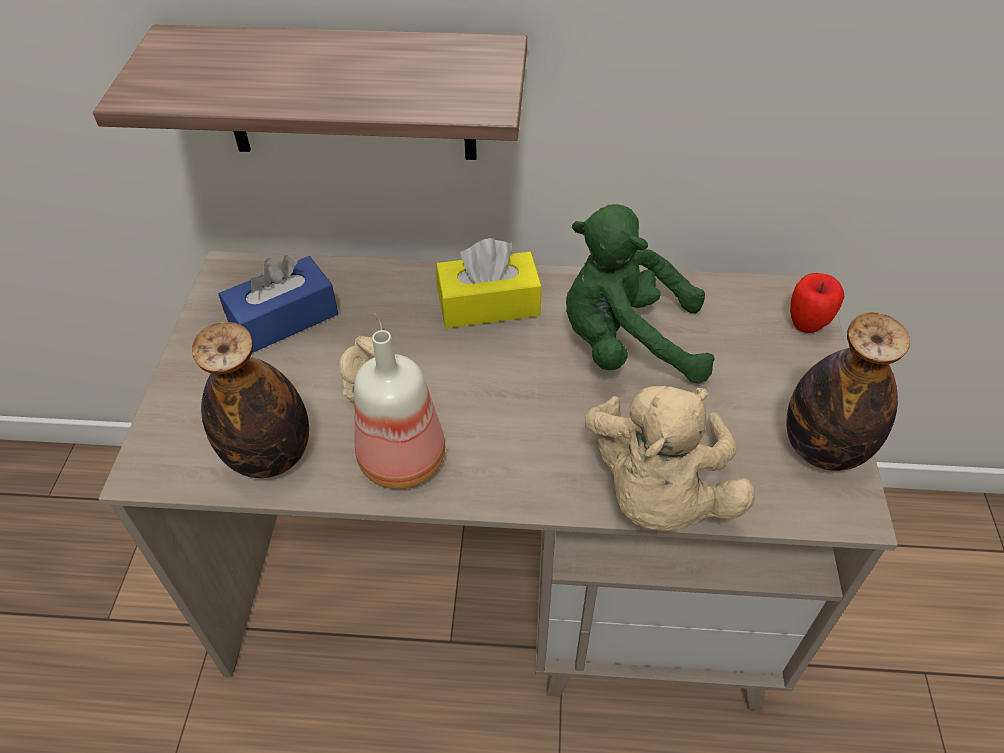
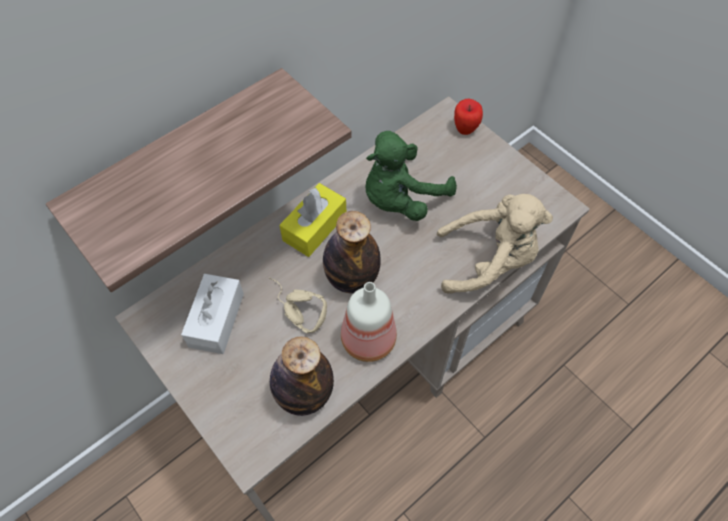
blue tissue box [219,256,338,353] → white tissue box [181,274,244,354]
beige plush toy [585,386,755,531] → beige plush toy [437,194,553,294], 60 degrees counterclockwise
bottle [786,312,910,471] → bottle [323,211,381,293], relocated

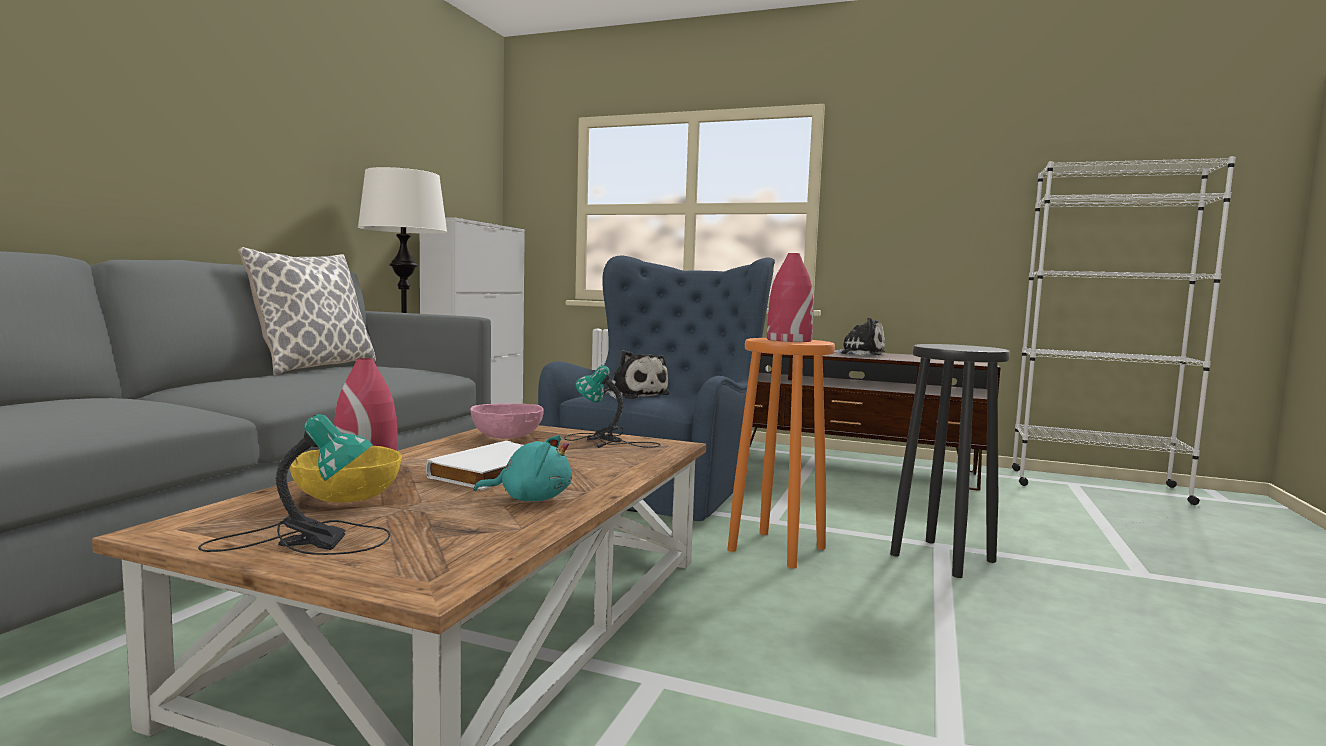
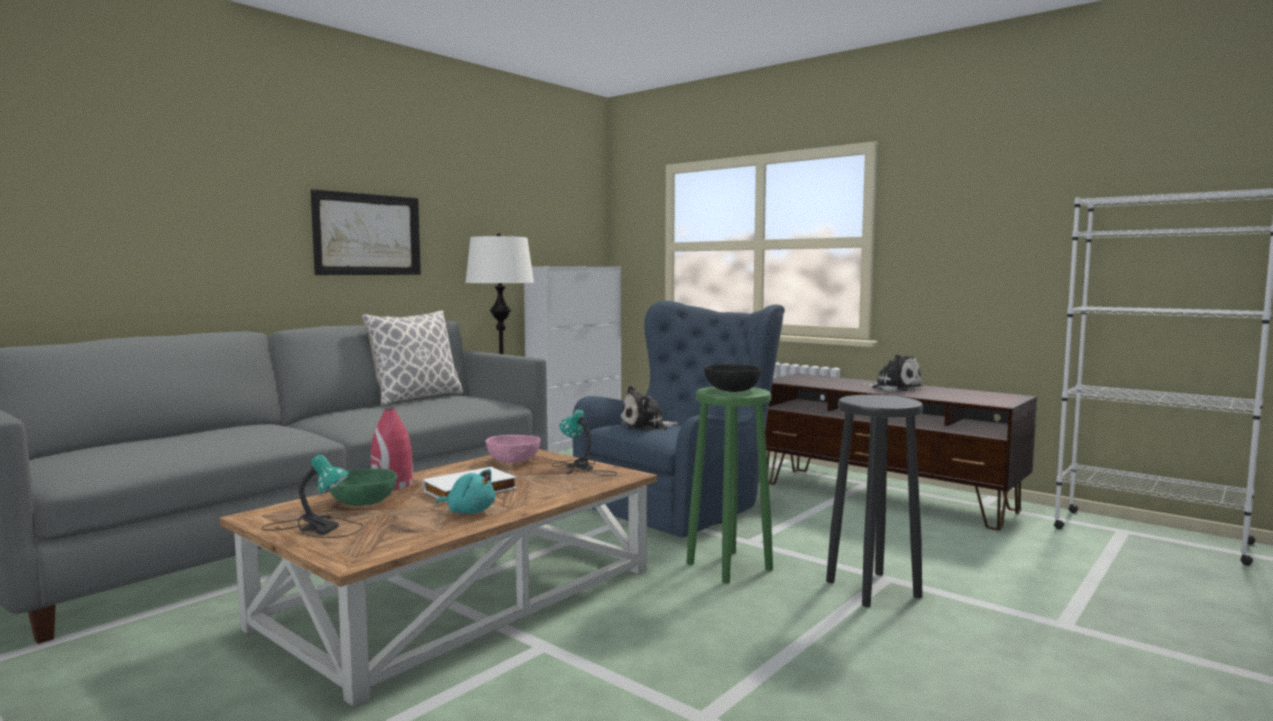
yellow bowl [290,446,402,503] → green bowl [329,468,397,506]
plush toy [604,350,670,399] → plush toy [619,386,679,431], 90 degrees clockwise
orange stool [728,338,835,569] → green stool [686,387,773,583]
red vase [767,253,814,342] → black bowl [704,364,762,392]
- → picture [311,189,421,275]

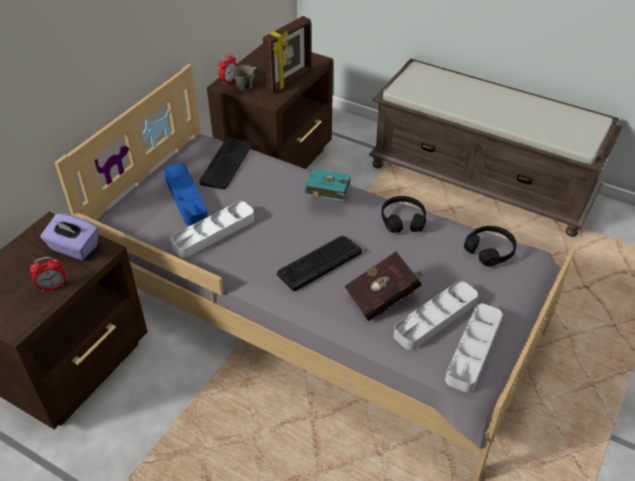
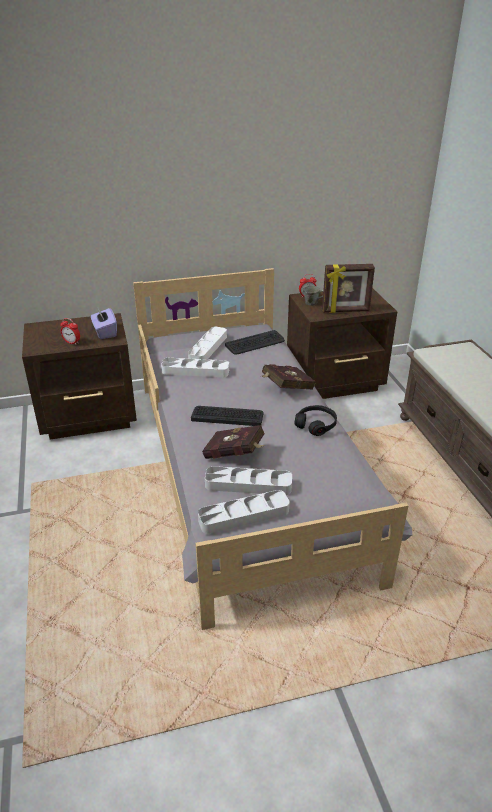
blue tray [164,163,208,226] → white tray [188,326,227,359]
turquoise book [304,169,351,201] → red book [261,364,316,390]
black headphones [464,226,517,267] → -

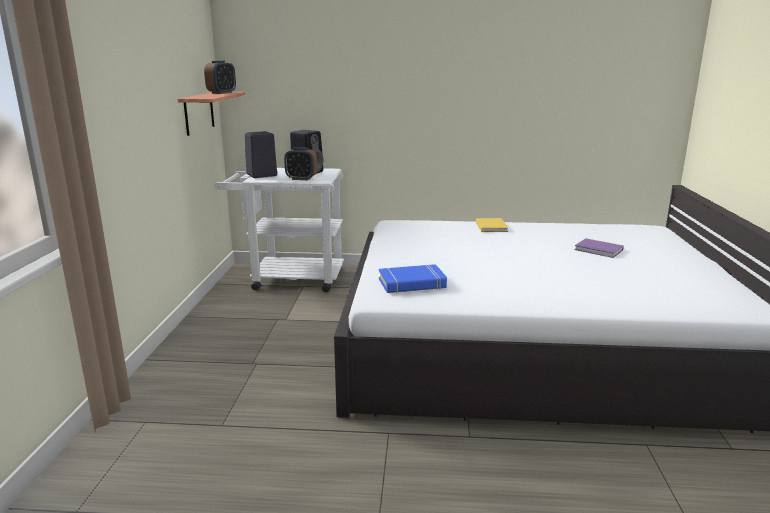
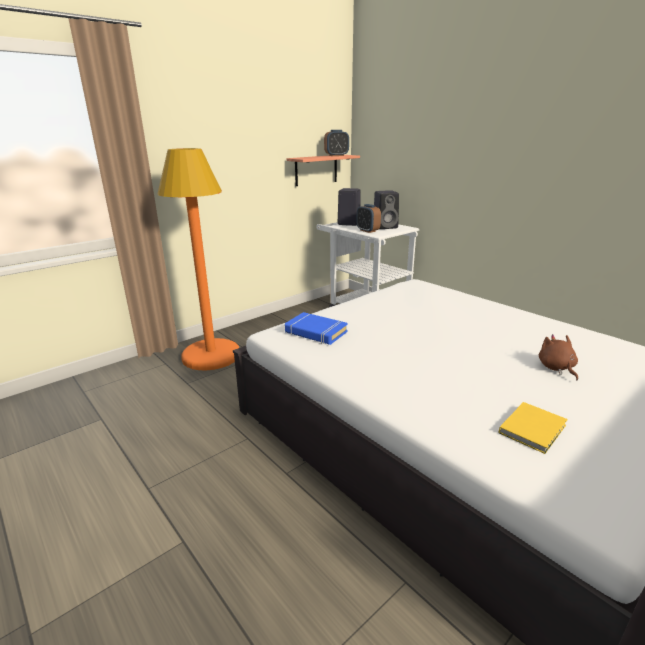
yellow book [476,218,508,232] → yellow book [499,402,568,454], relocated
purple book [574,238,624,258] → brown plush toy [539,334,578,381]
- → orange floor lamp [158,148,239,370]

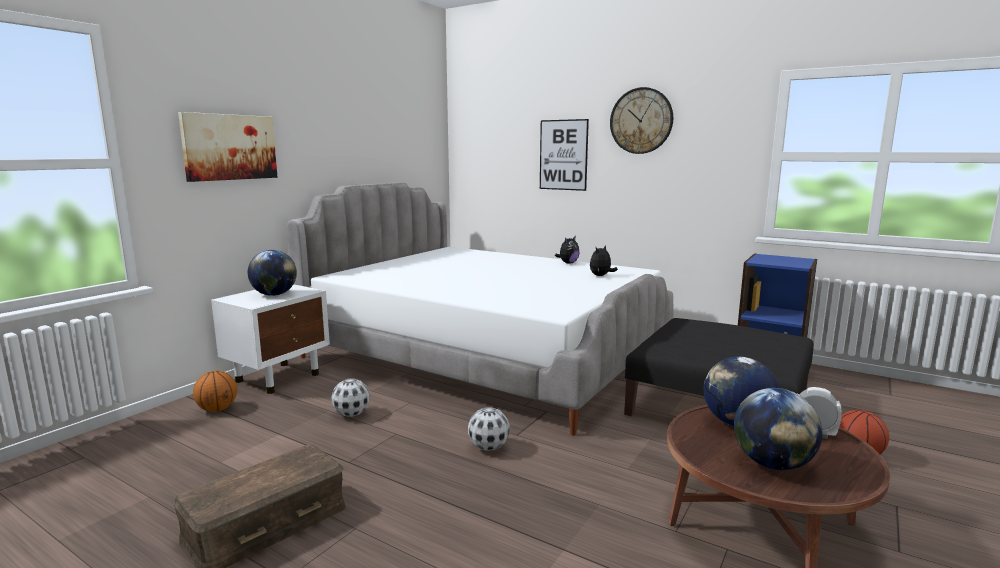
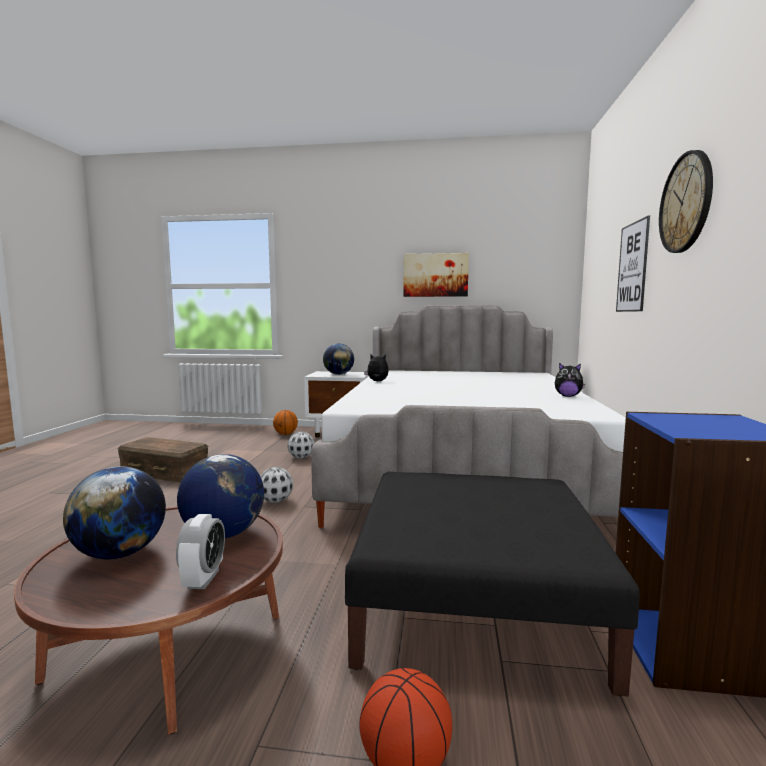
picture [178,112,278,182] → picture [403,253,469,297], relocated
plush toy [590,245,618,276] → plush toy [364,354,389,381], relocated

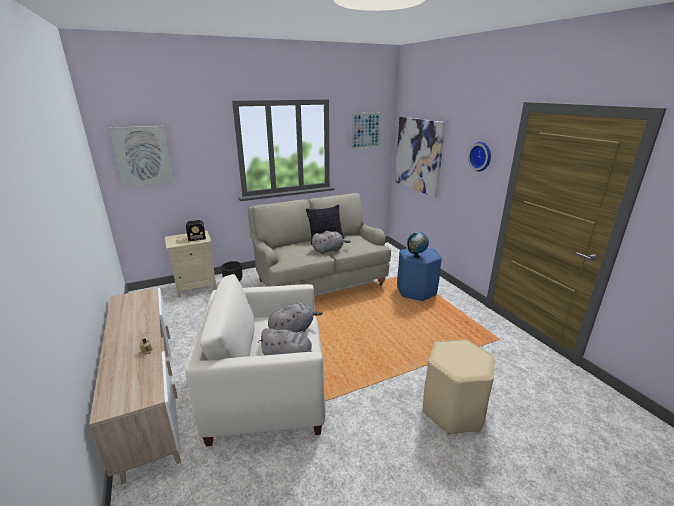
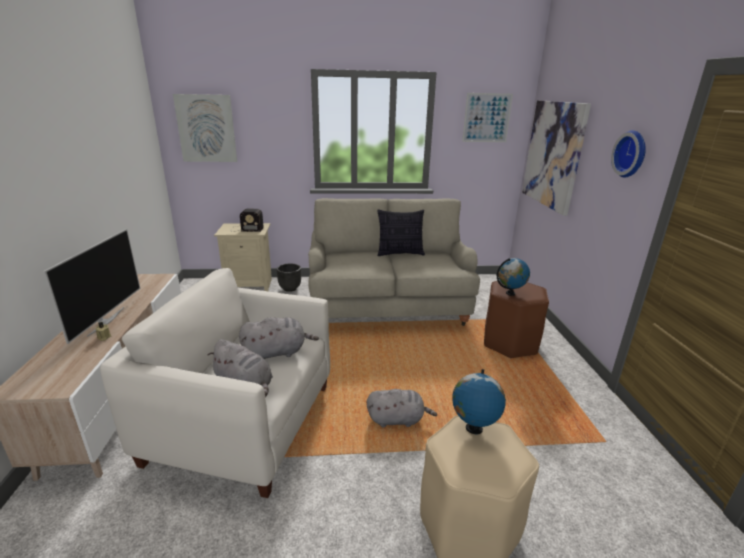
grey plush toy [312,231,351,254] → grey plush toy [367,389,437,428], relocated
blue stool [397,248,442,301] → brown stool [484,281,549,358]
- → television [43,229,141,344]
- → globe [452,369,506,434]

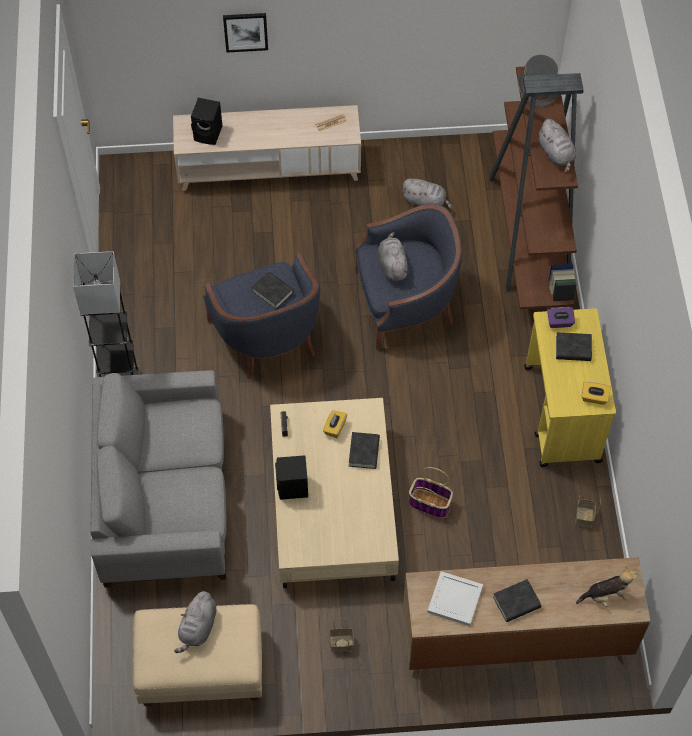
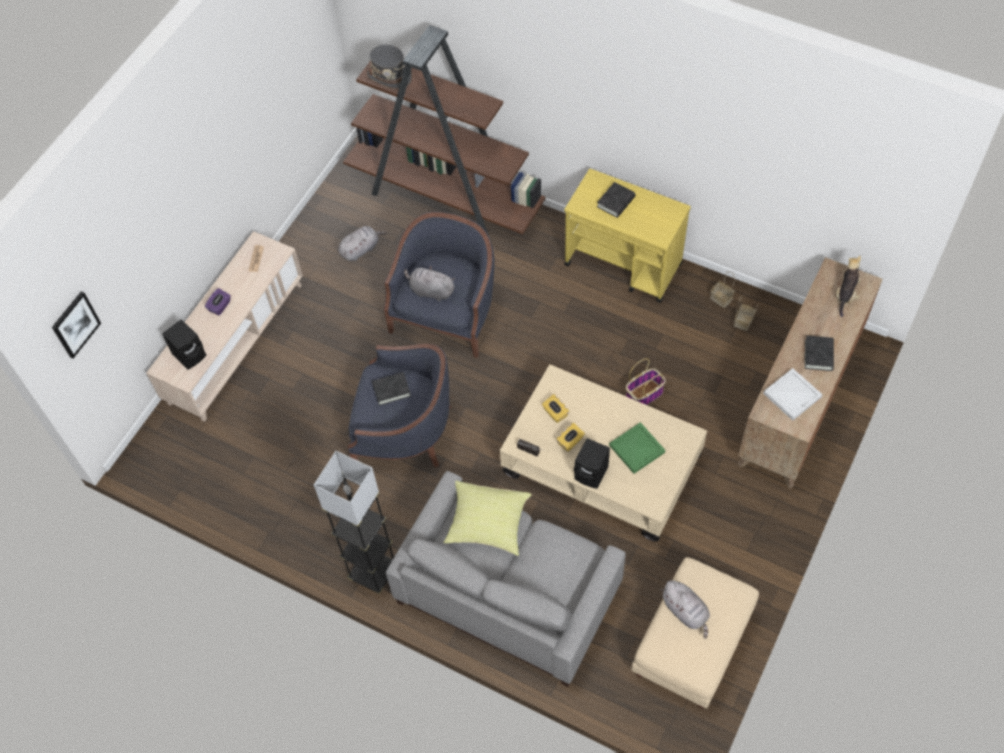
picture [223,13,268,53] → picture [52,291,101,358], relocated
basket [329,618,354,652] → basket [734,297,759,331], relocated
black book [349,432,380,469] → -
grey plush toy [537,118,576,173] → -
purple tissue box [547,307,575,328] → purple tissue box [205,288,231,315], relocated
yellow tissue box [581,382,611,405] → yellow tissue box [556,423,585,451], relocated
- → yellow pillow [443,481,532,556]
- → green tray [609,422,665,474]

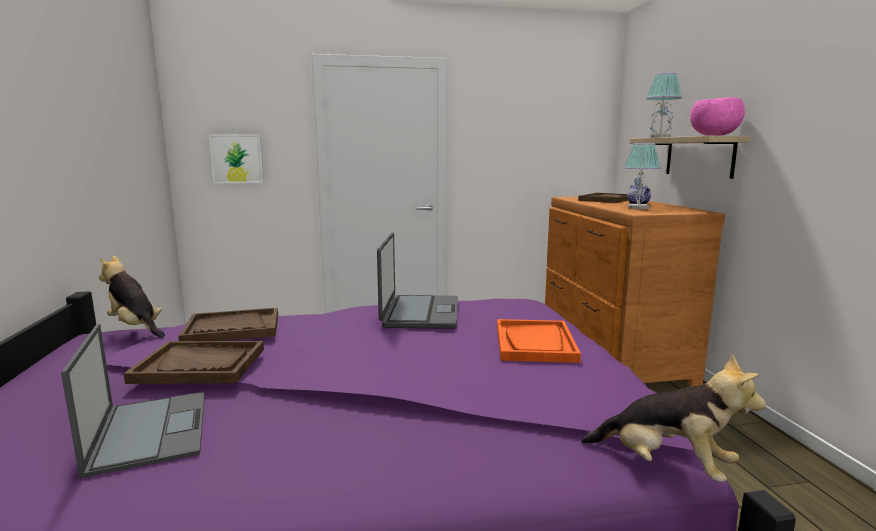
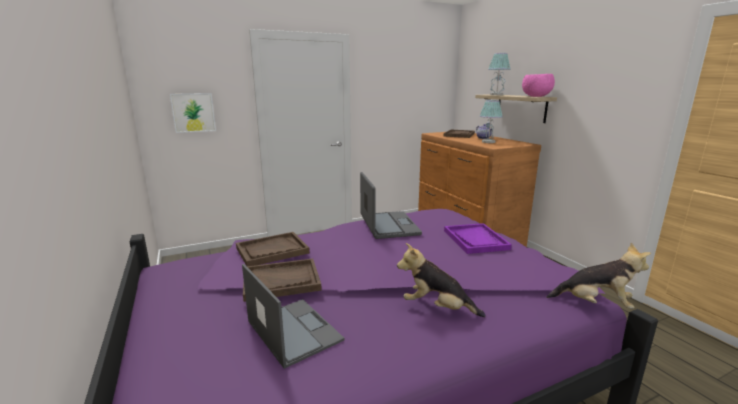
plush toy [99,256,165,338] → plush toy [397,243,485,317], relocated
orange tray [497,319,581,363] → purple tray [444,223,512,254]

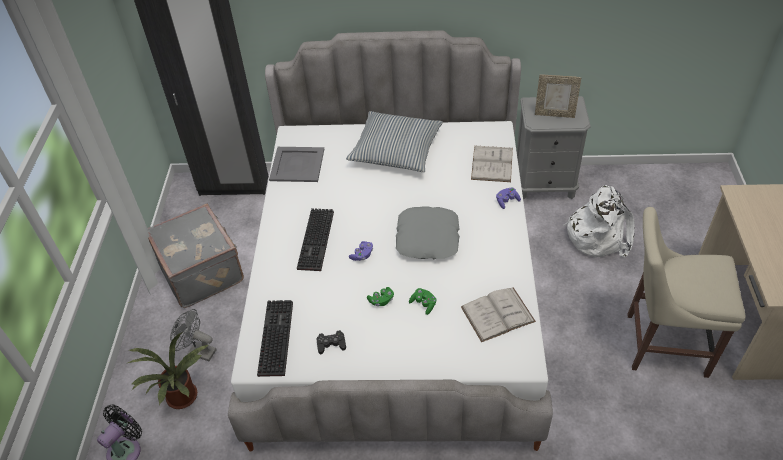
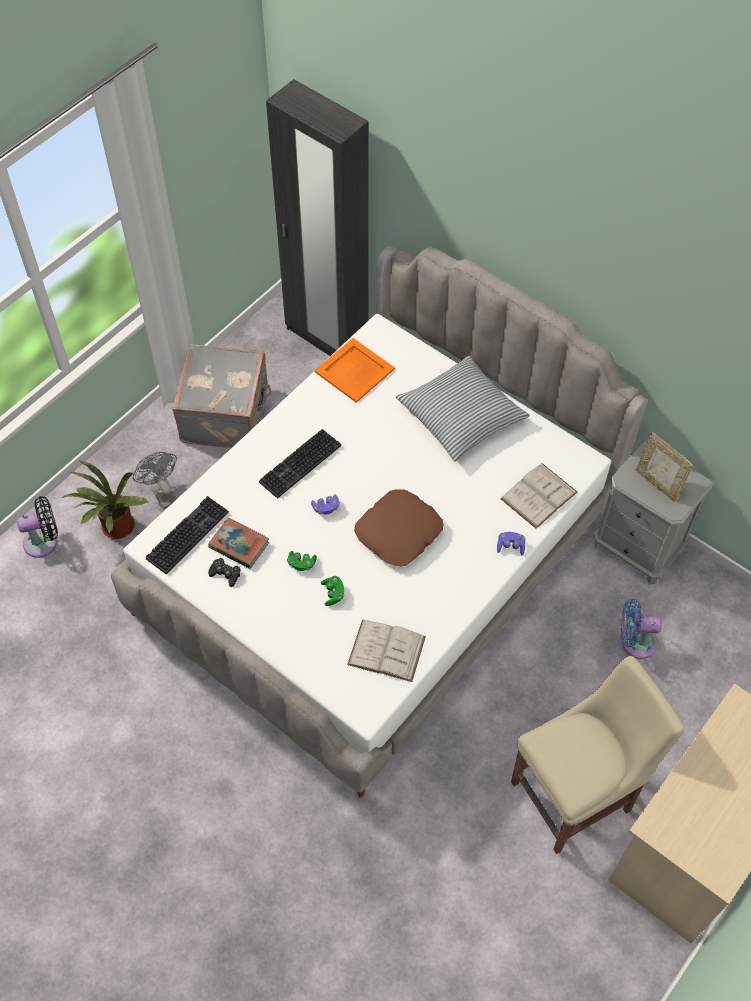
grey tray [269,147,324,182] → orange tray [314,338,395,403]
grey pillow [396,206,460,260] → brown pillow [354,489,443,567]
white backpack [563,185,634,258] → blue fan [621,599,662,659]
beige chair [627,207,745,378] → beige chair [511,656,685,854], 105 degrees clockwise
- → book [208,517,269,569]

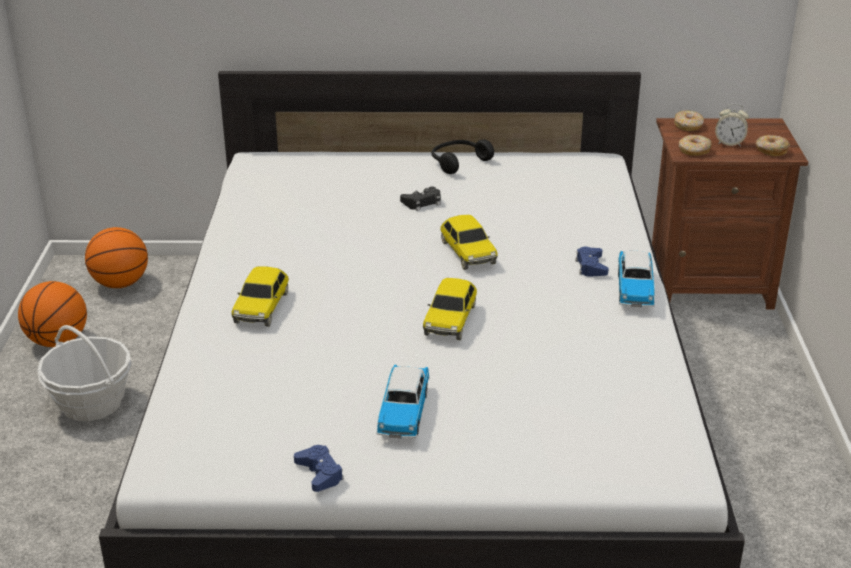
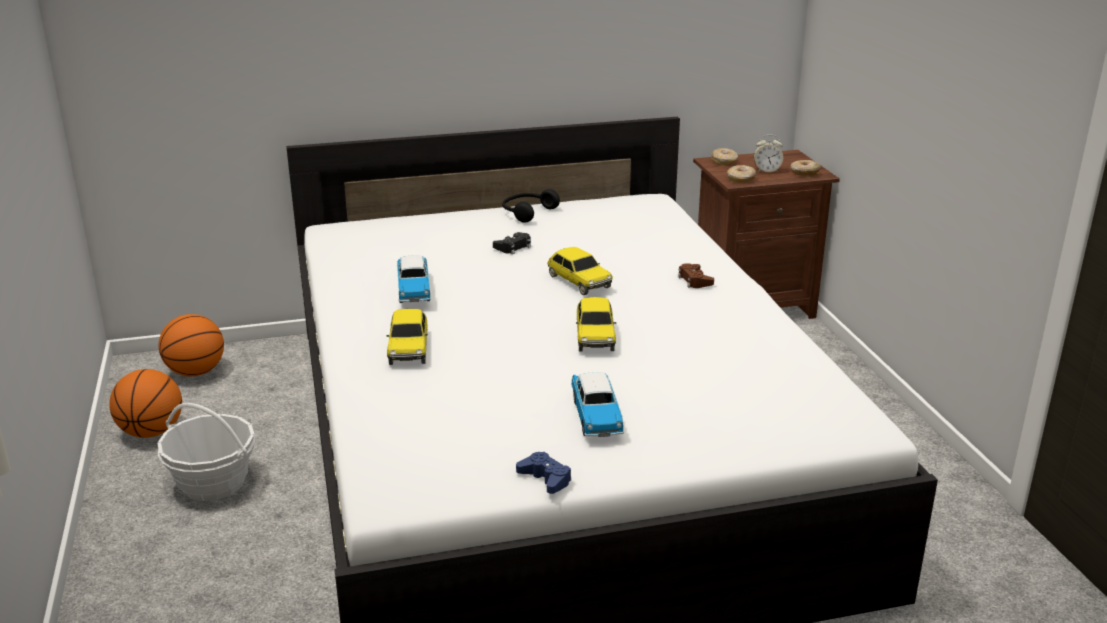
blue game controller [575,247,609,277] → brown game controller [678,263,714,288]
toy car [618,251,655,307] → toy car [397,255,431,303], relocated

